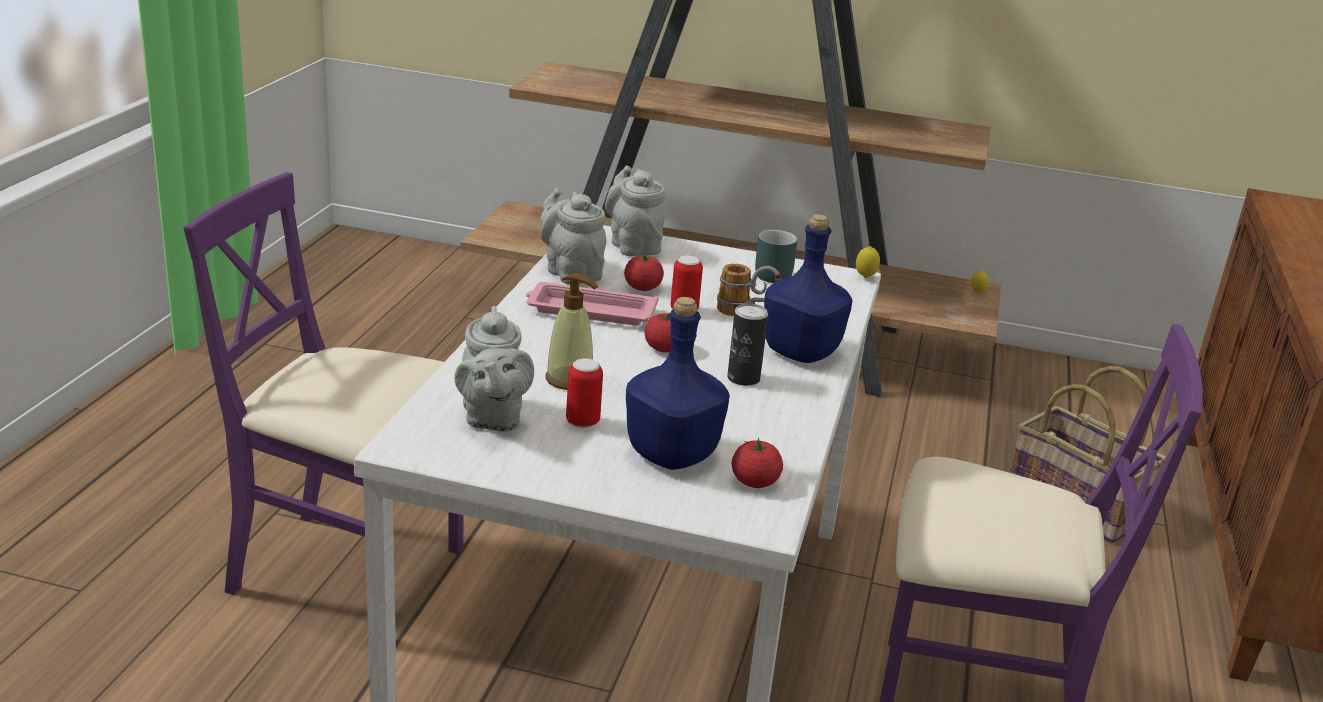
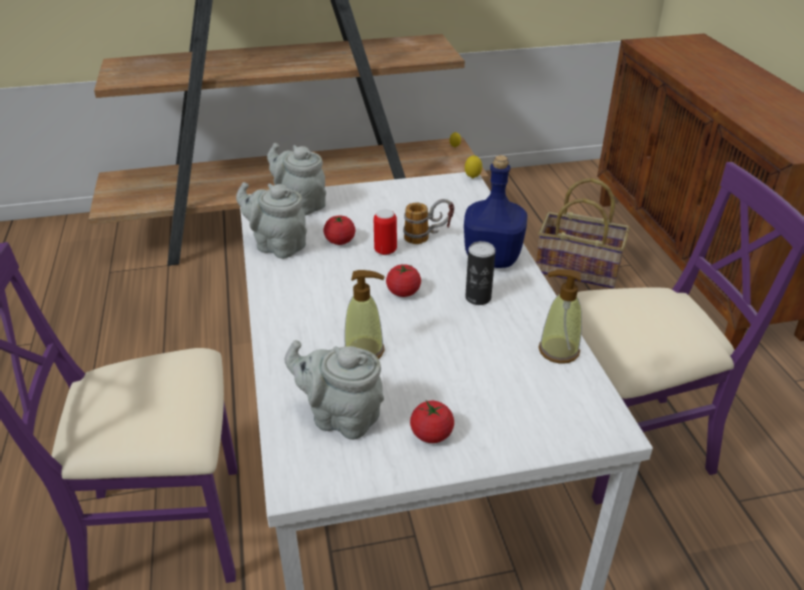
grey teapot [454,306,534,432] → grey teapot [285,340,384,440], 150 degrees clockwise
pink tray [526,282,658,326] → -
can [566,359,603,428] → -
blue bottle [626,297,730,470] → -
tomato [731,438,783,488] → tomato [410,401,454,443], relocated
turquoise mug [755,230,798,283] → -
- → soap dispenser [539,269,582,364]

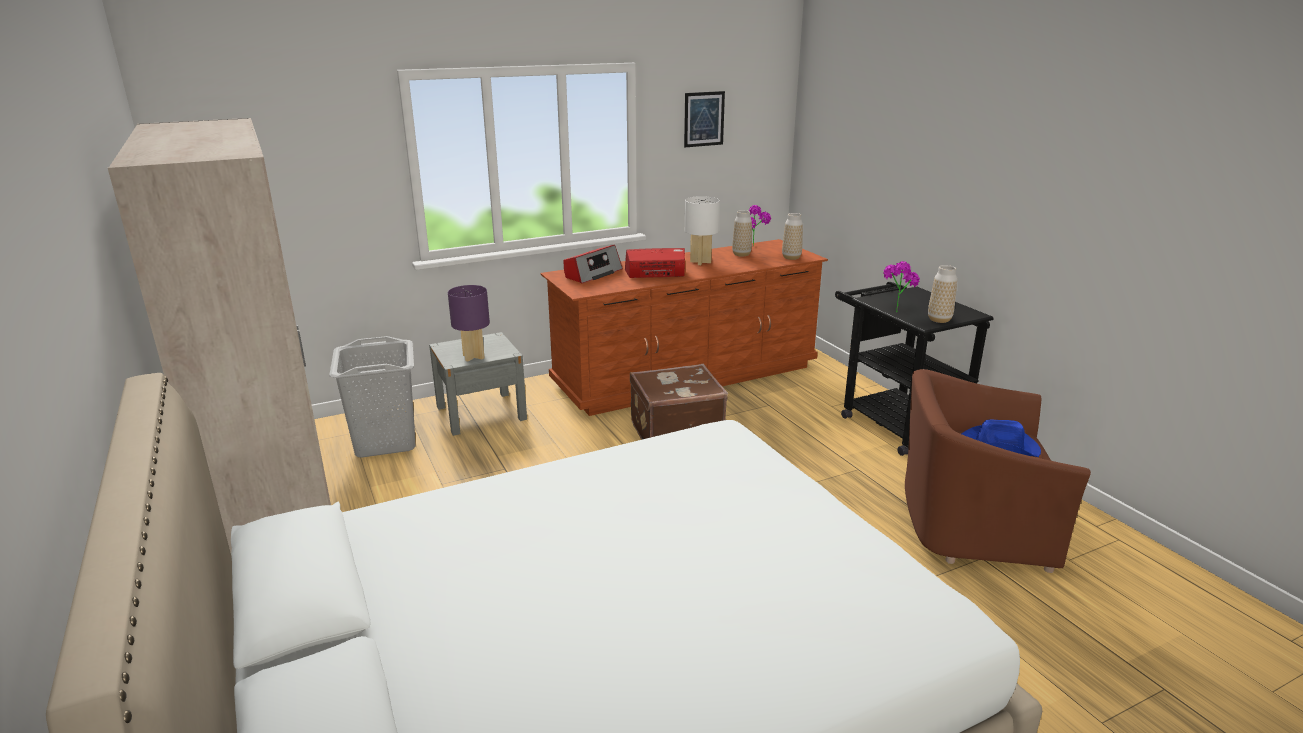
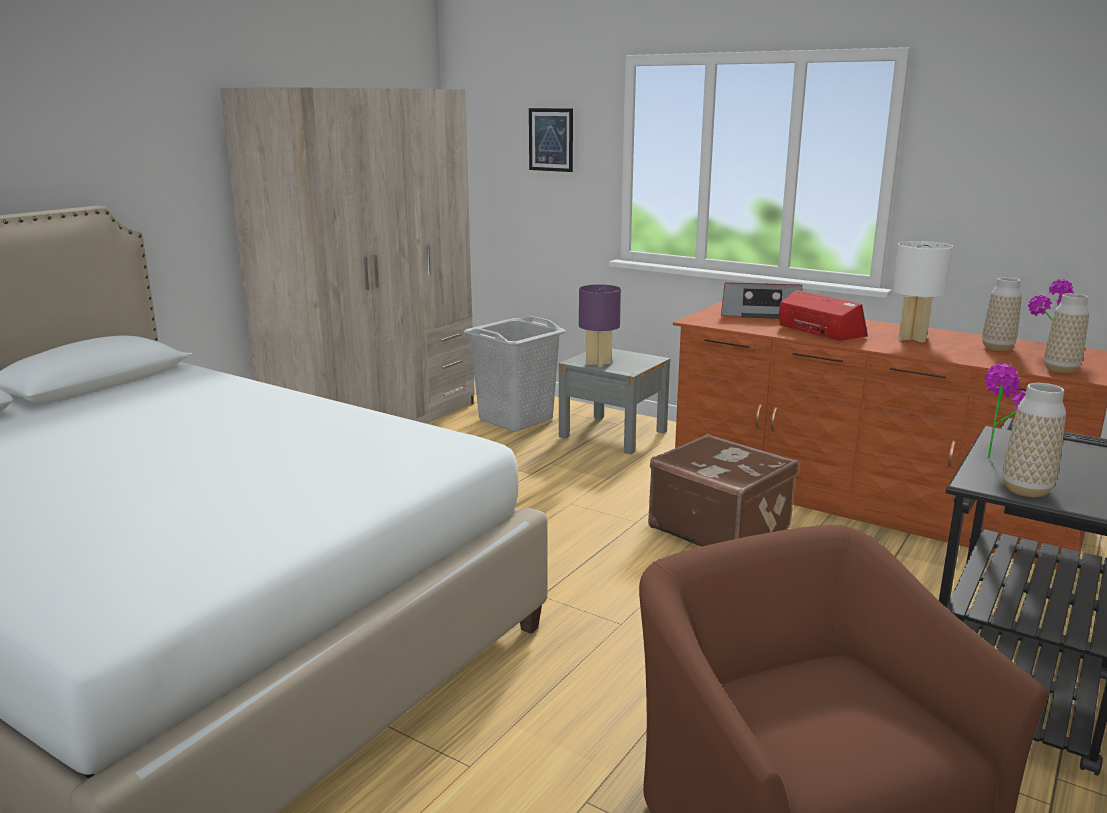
picture [684,91,725,147] → picture [529,108,573,172], relocated
blue hat [961,419,1041,457] → -

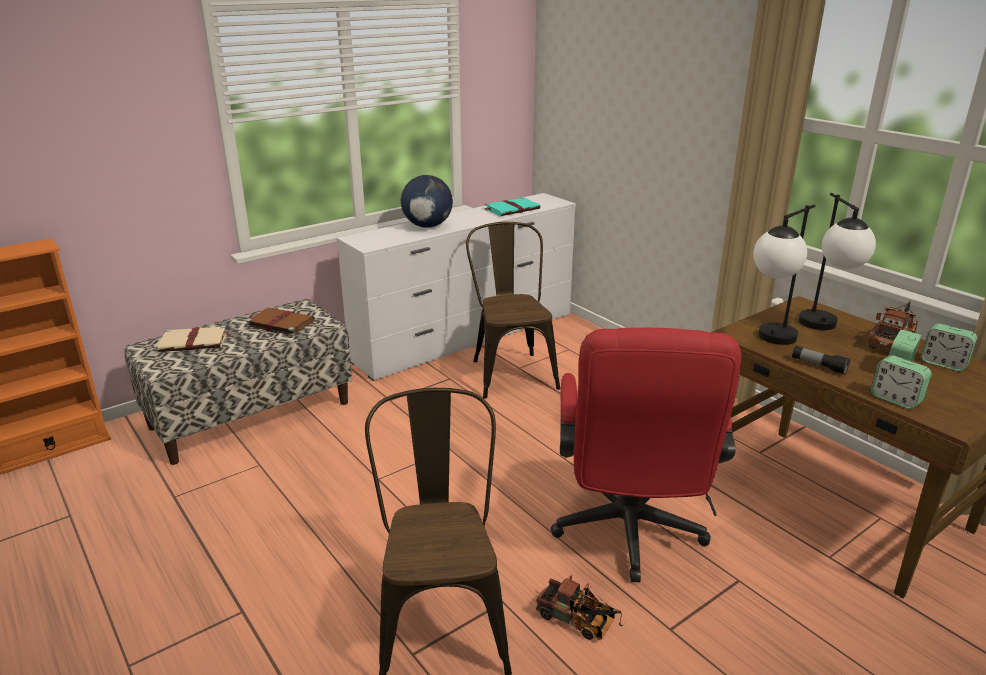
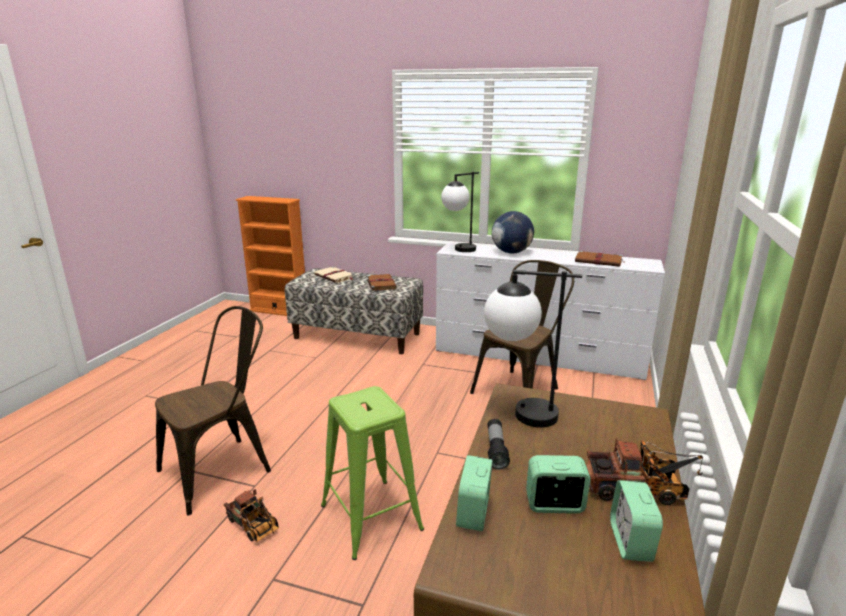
turquoise book [485,197,540,216] → brown book [575,251,626,267]
toy truck [536,575,623,640] → toy truck [224,489,279,542], 45 degrees counterclockwise
red office chair [551,328,742,582] → green stool [321,386,424,560]
table lamp [799,193,876,330] → table lamp [441,172,479,252], relocated

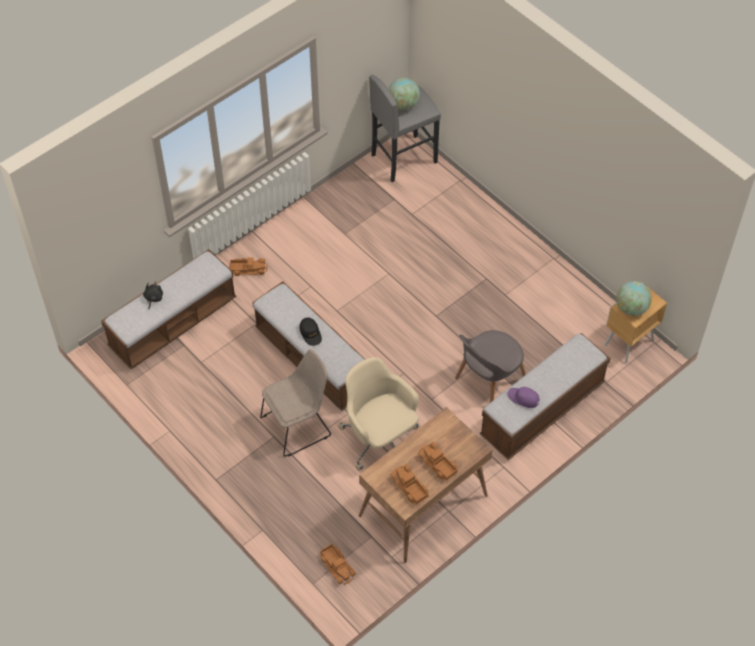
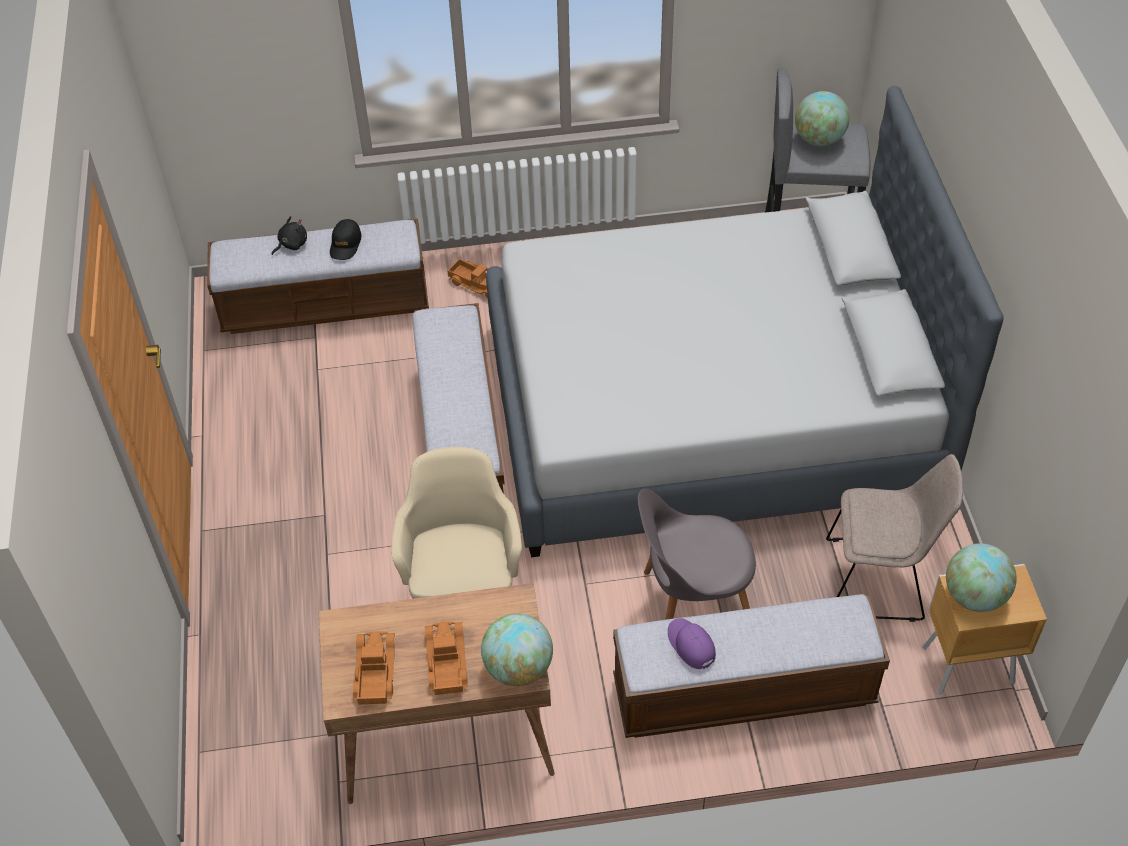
beige chair [260,349,331,457] → beige chair [826,454,963,622], relocated
black cap [299,318,322,346] → black cap [330,219,361,260], relocated
toy truck [320,544,356,585] → -
- → globe [481,613,553,686]
- → grey bed [486,85,1004,557]

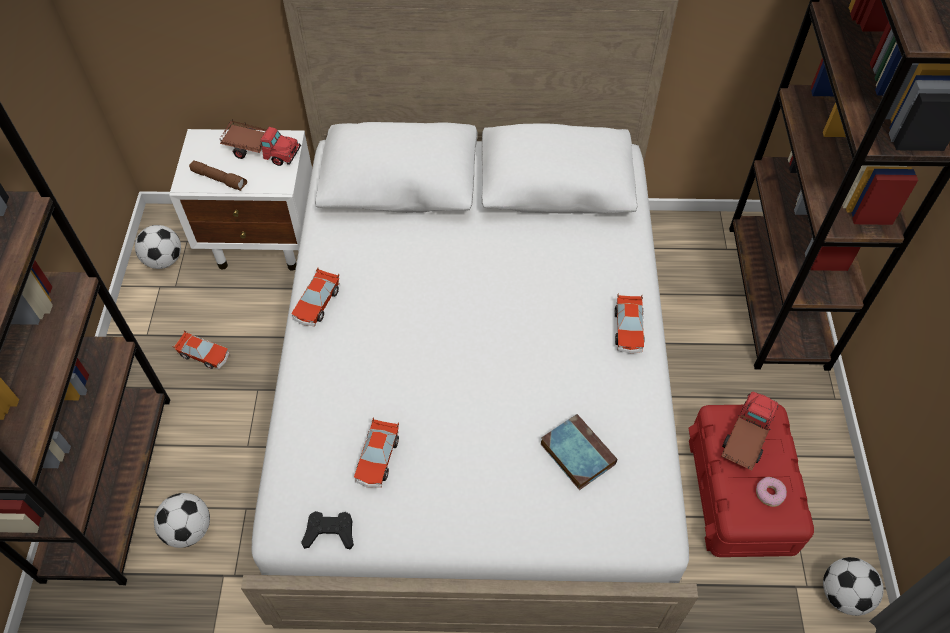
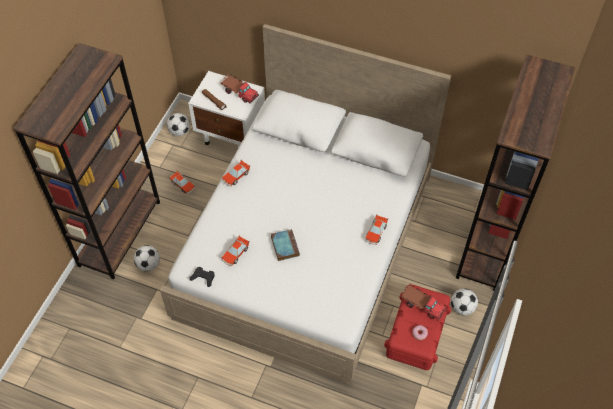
book [541,414,617,490] → book [271,229,300,261], relocated
toy truck [721,392,778,470] → toy truck [401,284,446,321], 75 degrees clockwise
football [823,557,884,616] → football [451,288,478,315], relocated

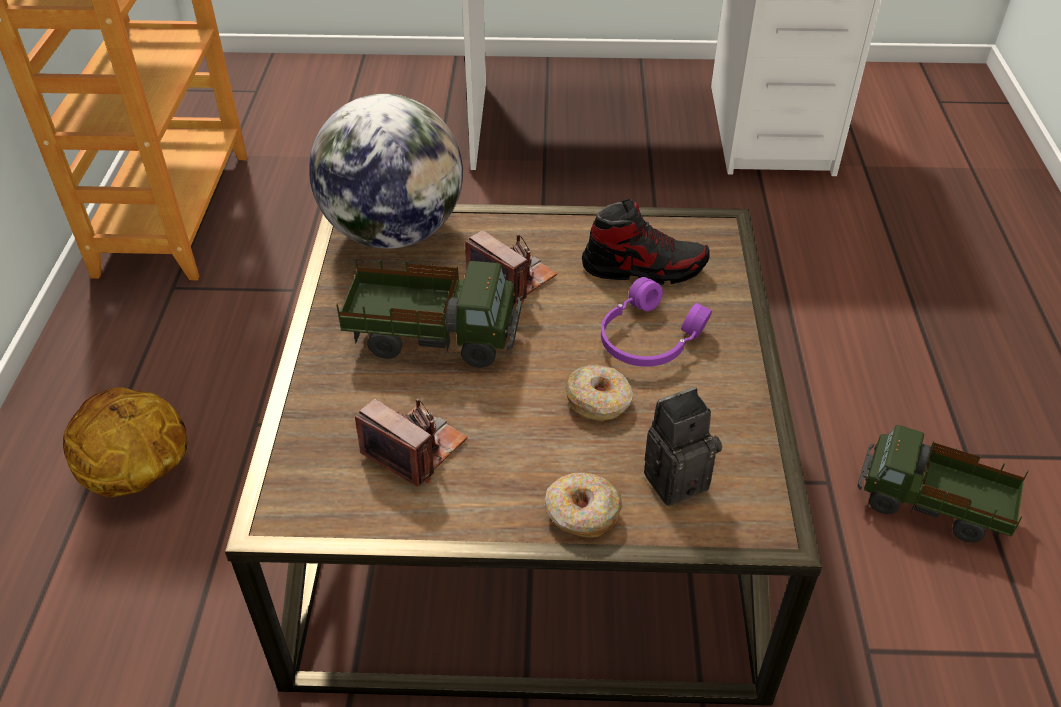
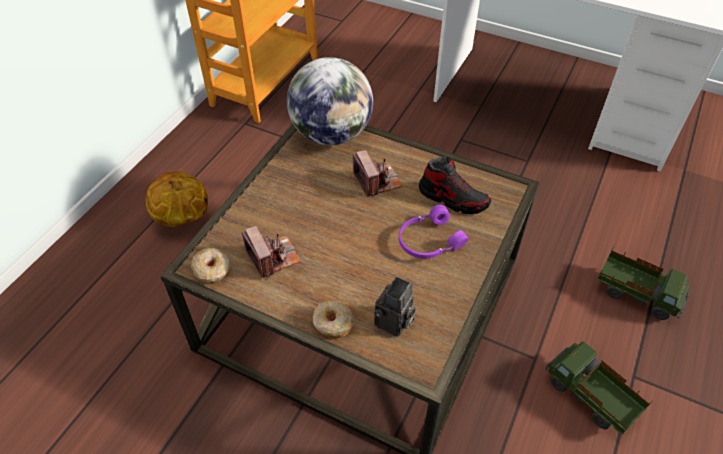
toy truck [336,258,522,368] → toy truck [597,247,690,320], relocated
donut [565,364,633,421] → donut [191,248,230,283], relocated
photo camera [644,387,722,506] → photo camera [374,277,415,337], 120 degrees clockwise

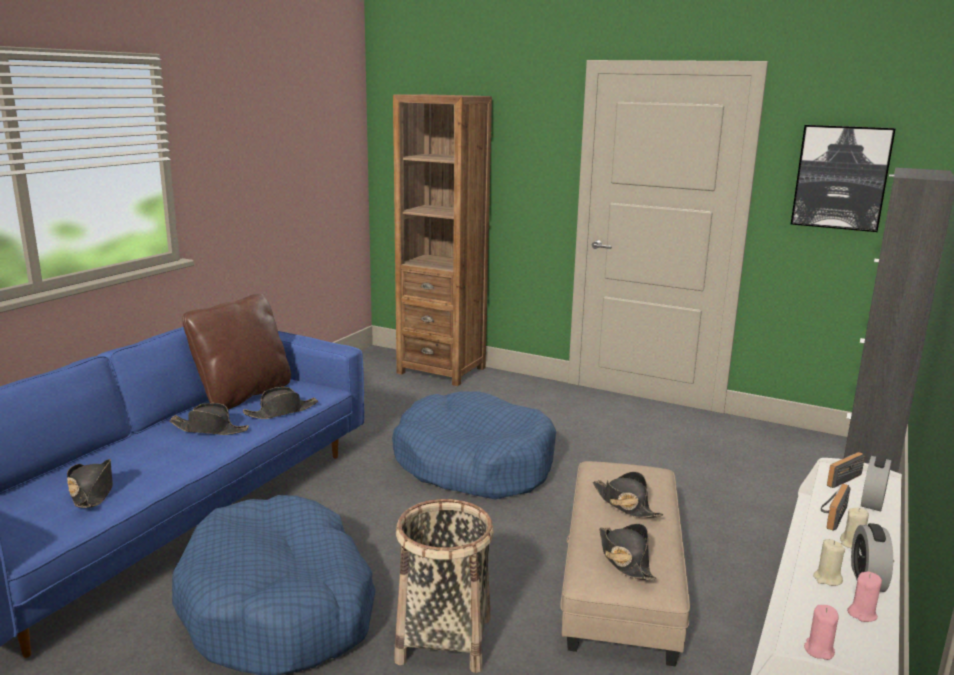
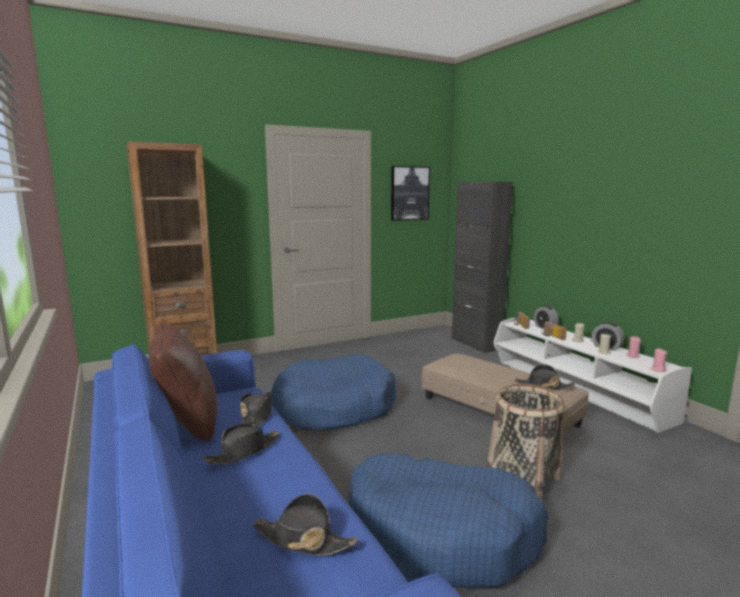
black hat [593,472,664,518] → -

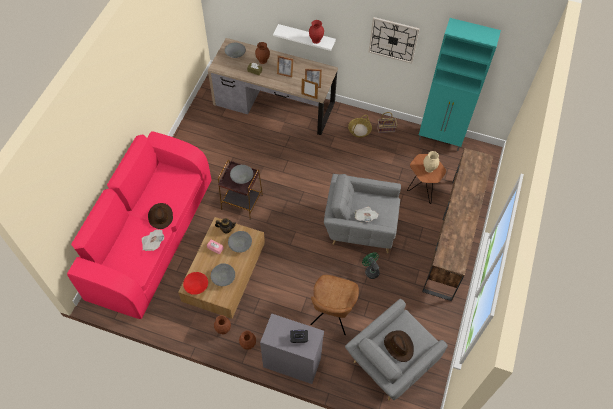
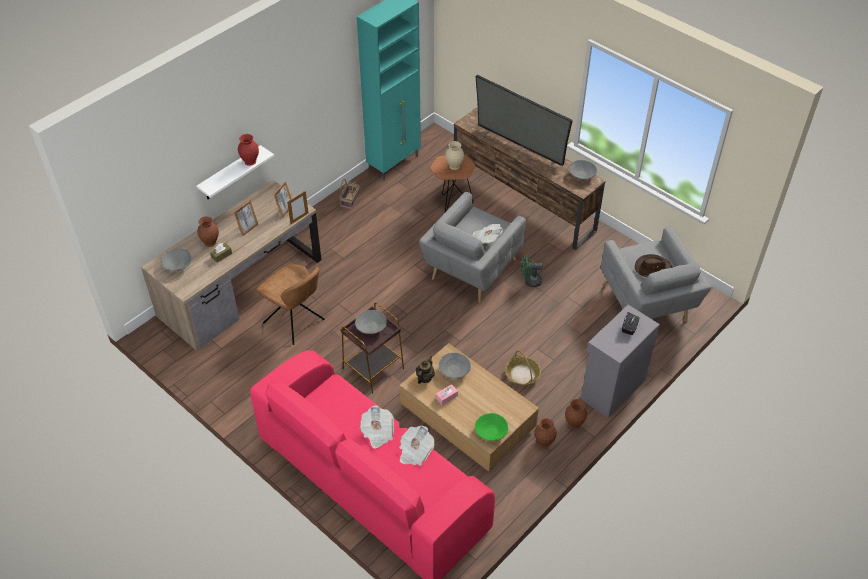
brown hat [148,203,173,229] → newspaper [360,406,394,449]
red bowl [183,272,208,295] → green bowl [475,413,508,441]
grey bowl [211,263,235,286] → grey bowl [568,160,597,180], relocated
brown chair [310,275,359,335] → brown chair [256,264,325,345], relocated
basket [348,115,372,138] → basket [505,350,541,386], relocated
wall clock [369,17,420,64] → -
- → television [475,75,573,170]

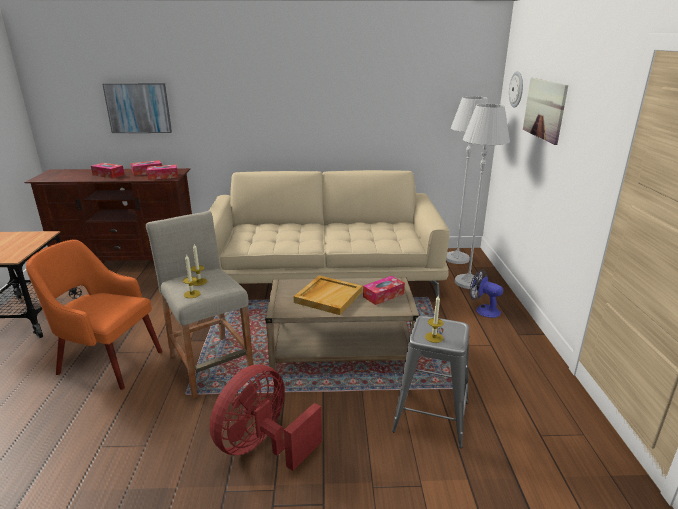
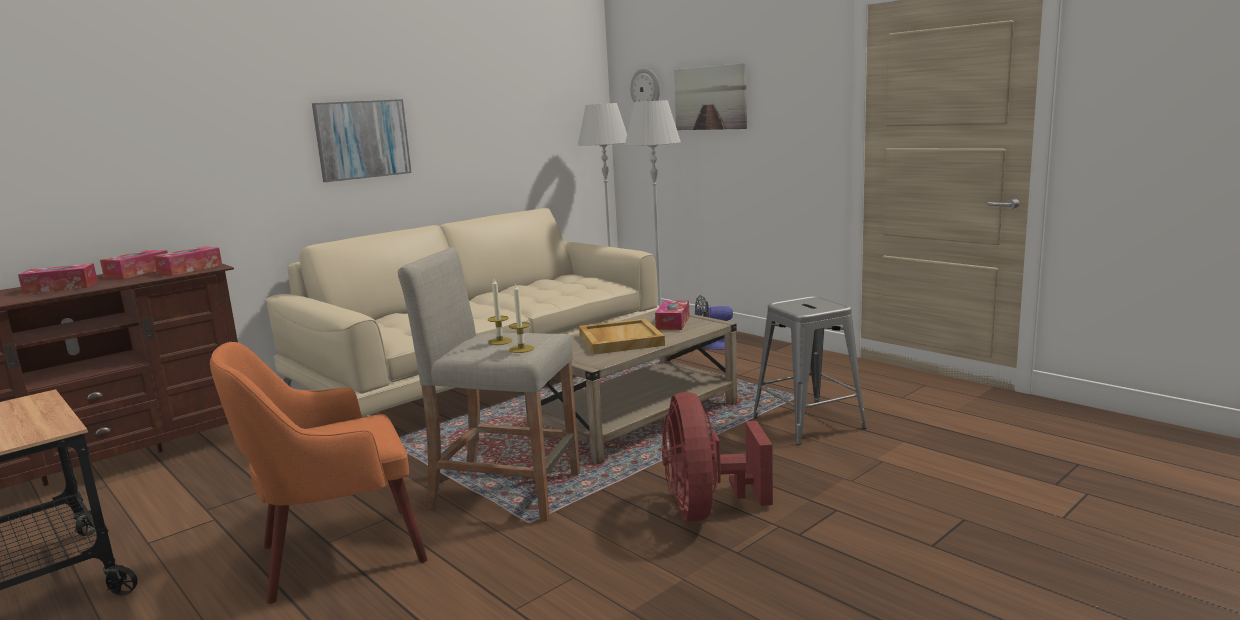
picture [102,83,172,133] → picture [312,99,412,182], relocated
candle [425,295,444,343] → -

